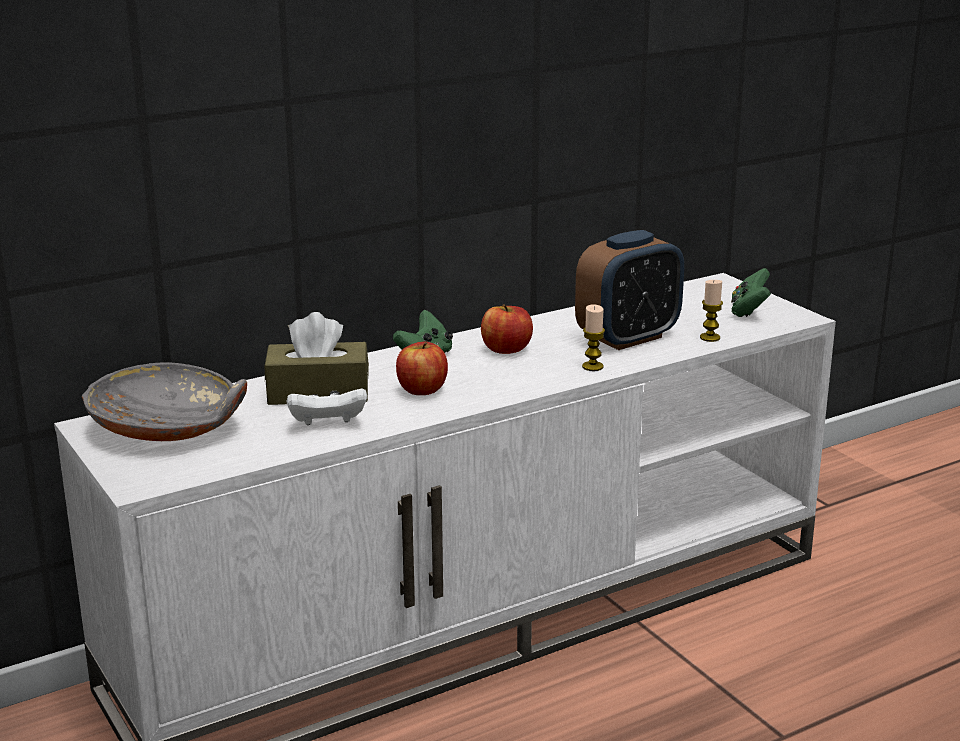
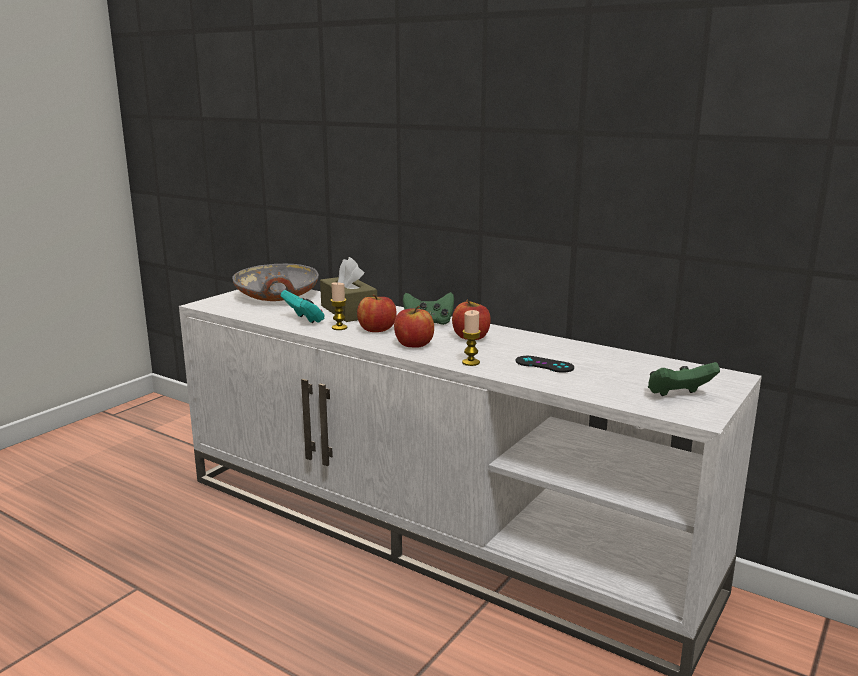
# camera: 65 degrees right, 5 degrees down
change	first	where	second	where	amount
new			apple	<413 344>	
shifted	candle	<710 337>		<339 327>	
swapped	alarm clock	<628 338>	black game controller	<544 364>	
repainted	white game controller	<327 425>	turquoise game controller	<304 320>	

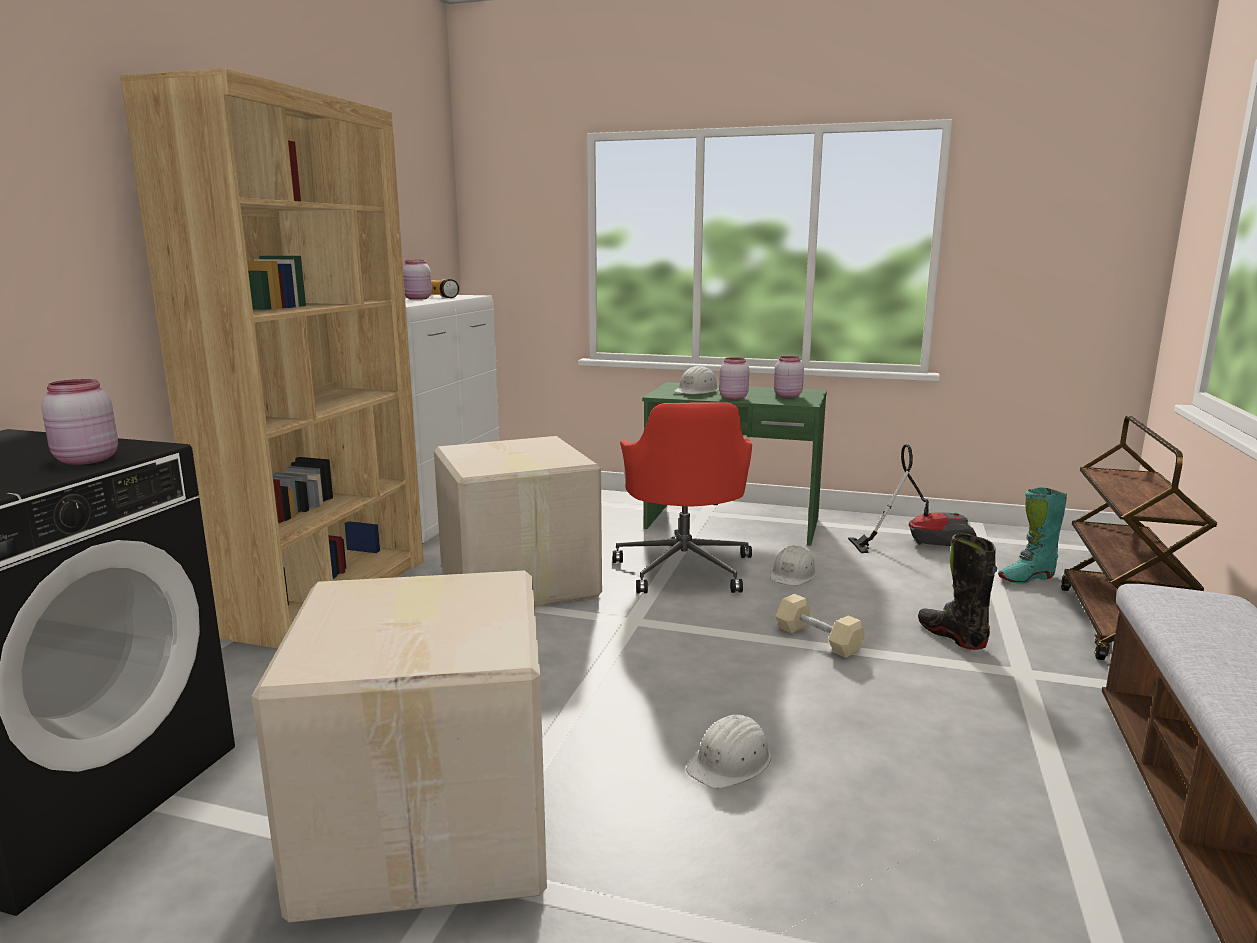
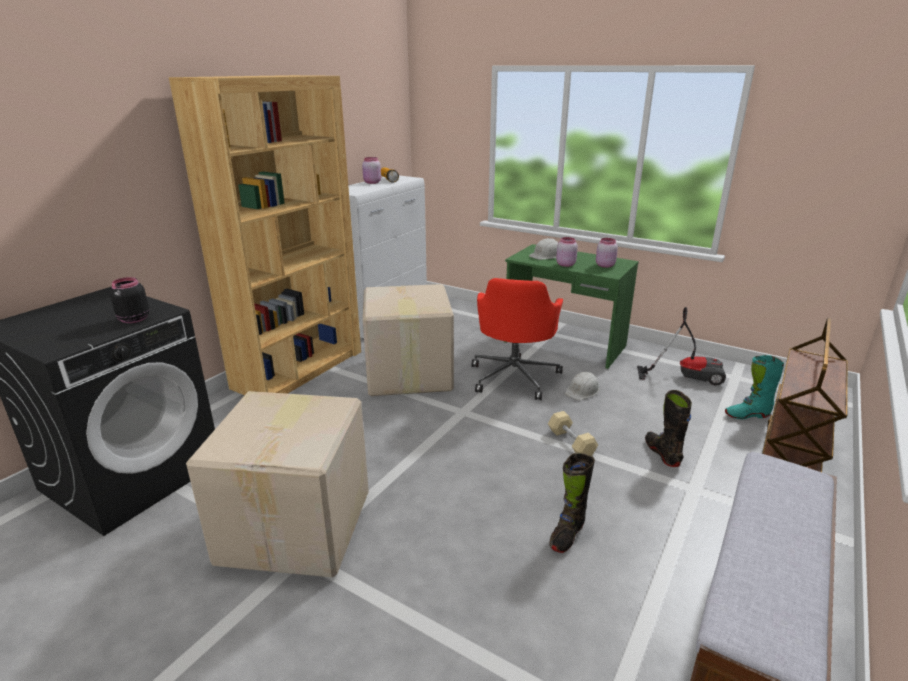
# camera: 15 degrees right, 10 degrees up
change	first	where	second	where	amount
gone	white hard hat	<731 762>			
new			black boot	<567 534>	
repainted	pink jar	<84 460>	black jar	<133 319>	

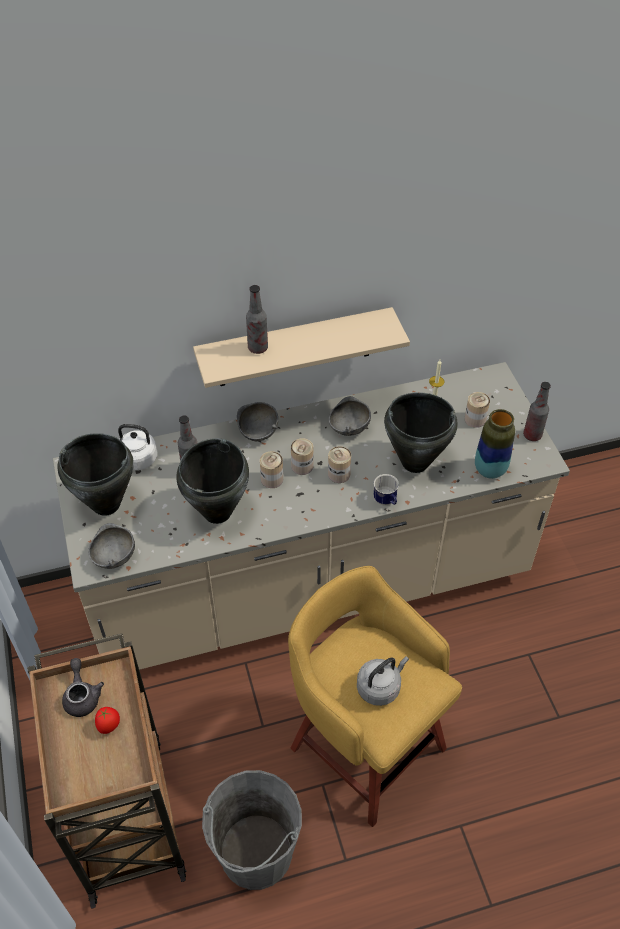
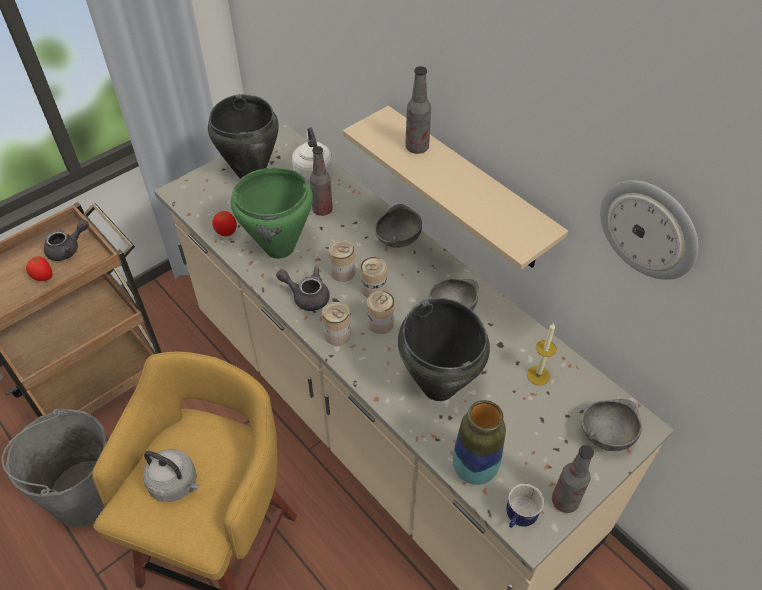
# camera: 65 degrees right, 0 degrees up
change	first	where	second	where	amount
new			tomato	<226 232>	
new			grey teapot	<306 296>	
new			wall clock	<649 228>	
shifted	grey bowl	<113 557>		<605 435>	
shifted	mug	<386 502>		<518 519>	
shifted	can	<475 419>		<337 334>	
repainted	black cooking pot	<218 512>	green cooking pot	<280 248>	

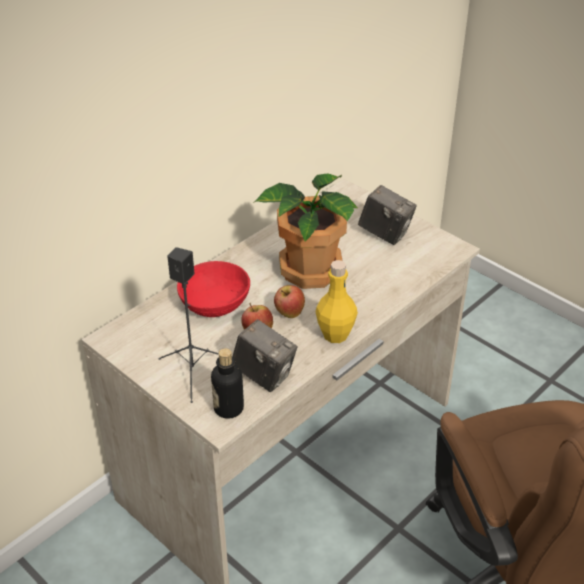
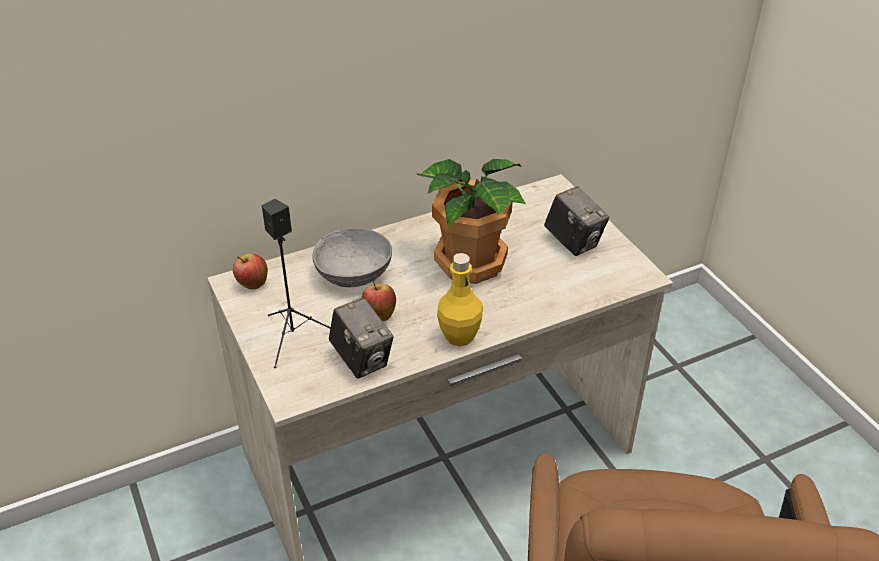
# camera: 20 degrees right, 0 degrees up
change	first	where	second	where	amount
gone	bottle	<228 408>			
shifted	apple	<289 313>		<252 284>	
repainted	red bowl	<216 303>	grey bowl	<355 274>	

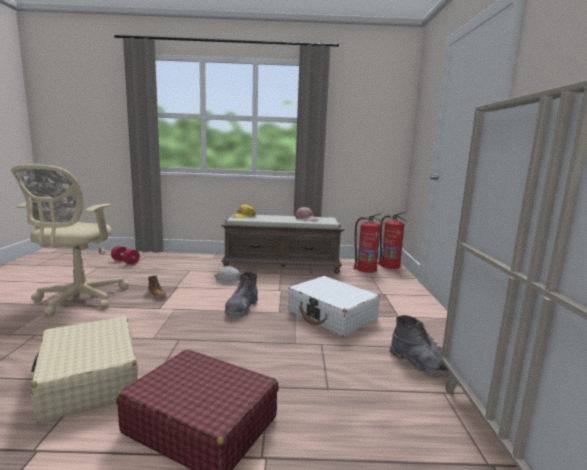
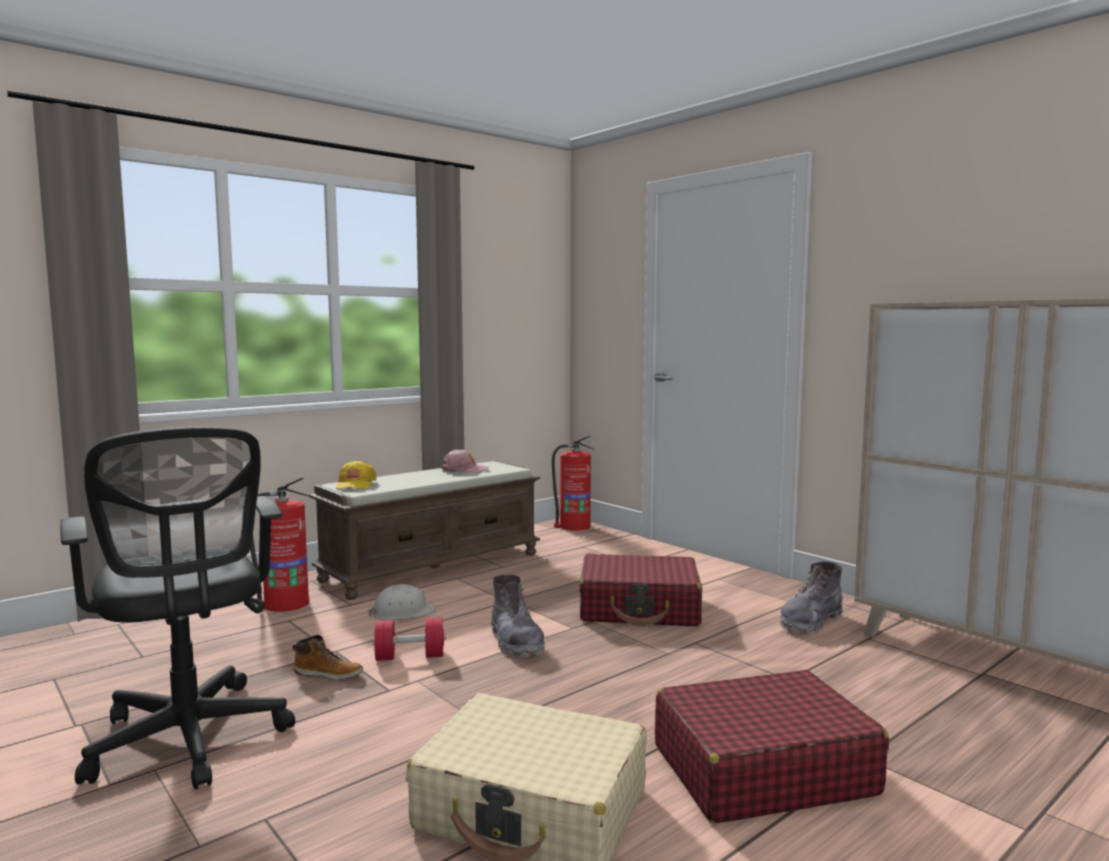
# camera: 40 degrees left, 5 degrees down
change	first	where	second	where	amount
shifted	red dumbbell	<125 262>		<410 657>	
shifted	fire extinguisher	<366 269>		<285 604>	
repainted	beige office chair	<78 300>	black office chair	<189 742>	
repainted	white suitcase	<332 316>	red suitcase	<639 608>	
rotated	grey boot	<421 364>		<810 622>	135 degrees clockwise

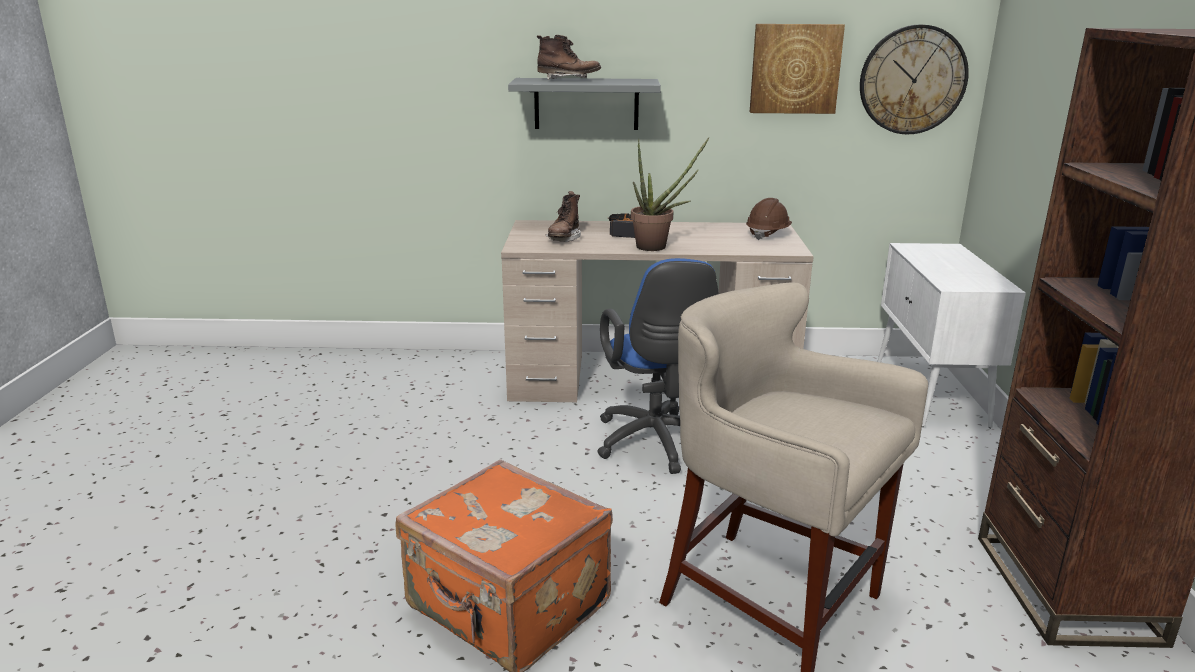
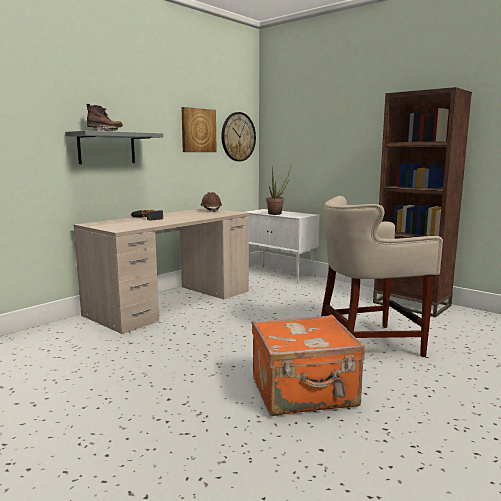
# camera: 50 degrees left, 10 degrees down
change	first	where	second	where	amount
gone	brown boot	<564 239>			
gone	blue office chair	<656 445>			
shifted	potted plant	<658 247>		<277 213>	

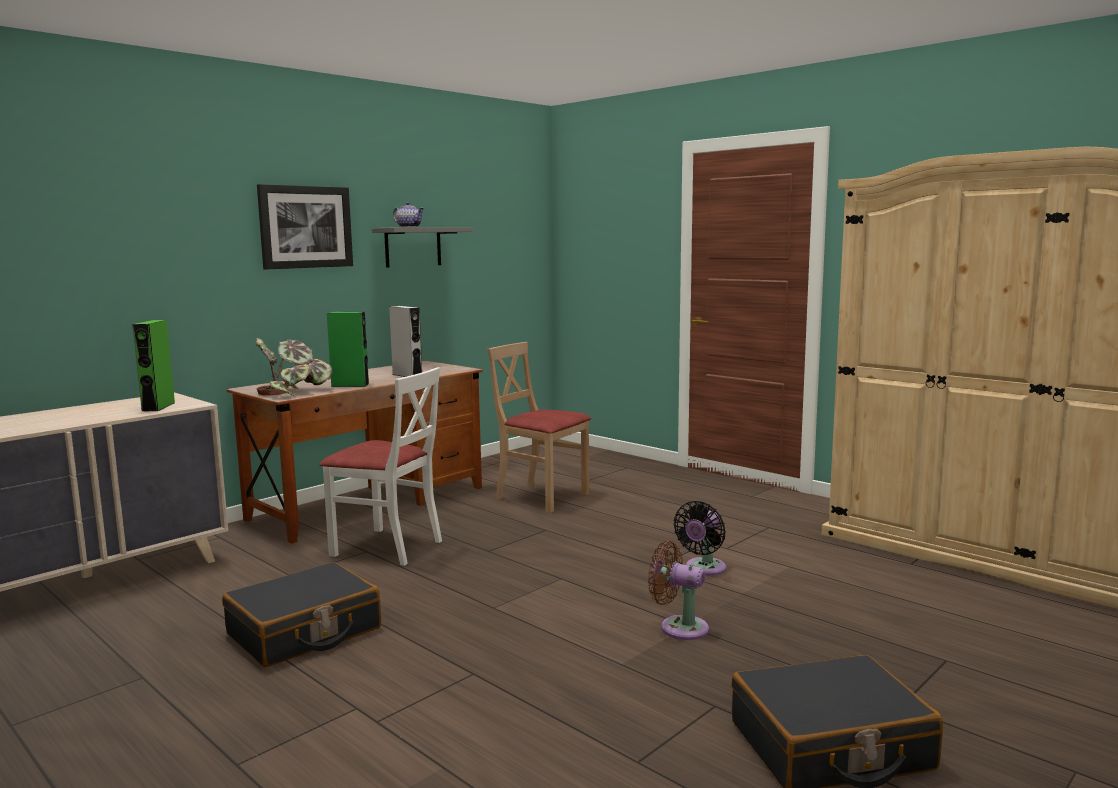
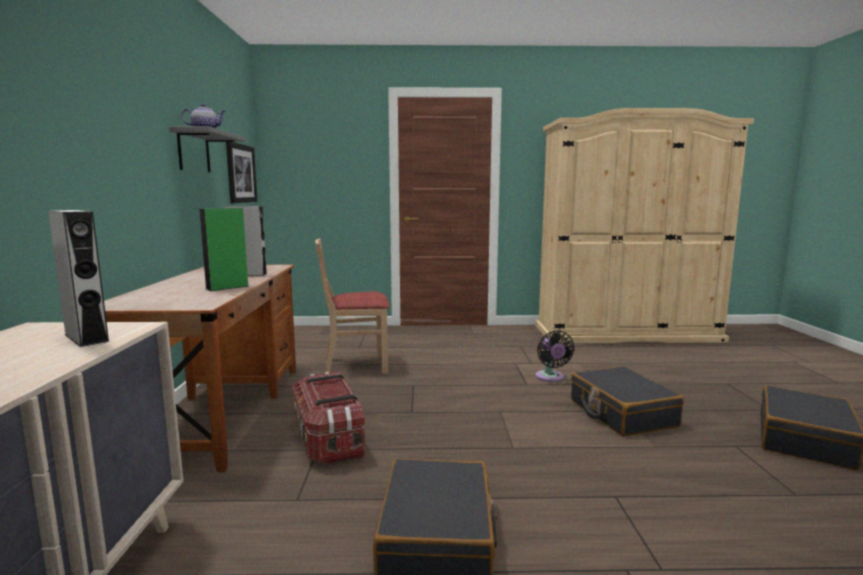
# camera: 45 degrees left, 0 degrees up
change	first	where	second	where	amount
gone	potted plant	<293 392>			
shifted	picture	<305 227>		<240 173>	
swapped	white chair	<387 547>	storage box	<328 439>	
swapped	brown fan	<679 627>	black suitcase	<621 413>	
repainted	green speaker	<158 407>	grey speaker	<86 338>	

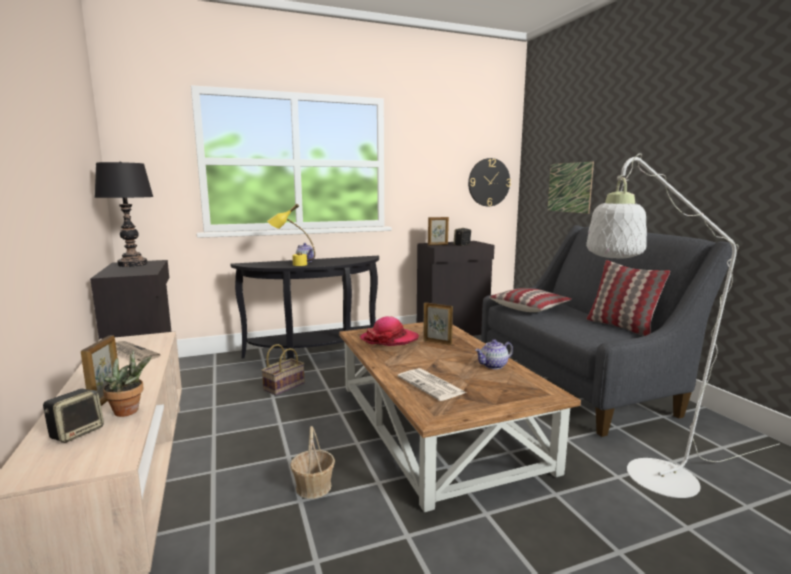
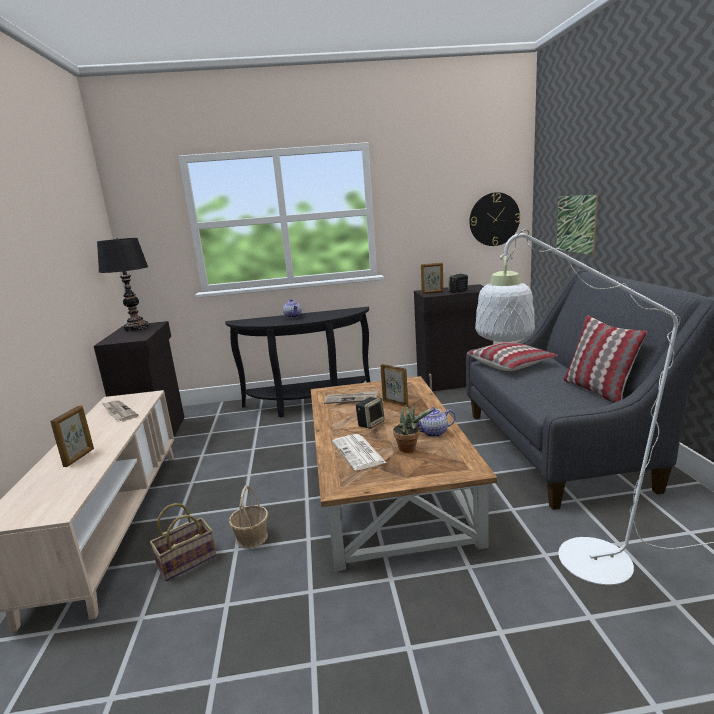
# camera: 15 degrees right, 5 degrees up
change	first	where	second	where	amount
gone	yellow table lamp	<292 264>			
shifted	speaker	<77 432>		<371 423>	
shifted	potted plant	<130 411>		<410 448>	
shifted	basket	<284 386>		<188 560>	
swapped	hat	<389 339>	newspaper	<351 399>	

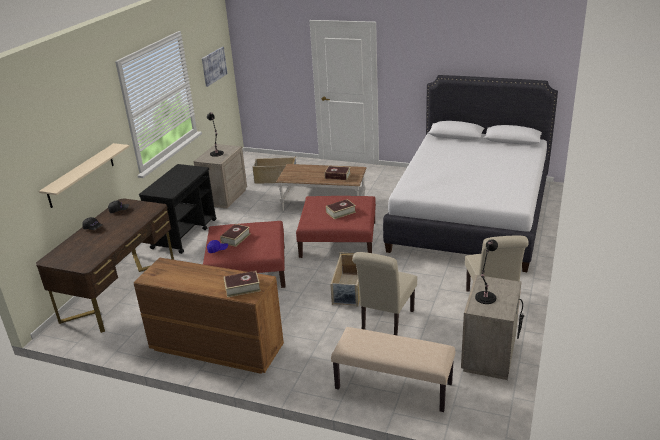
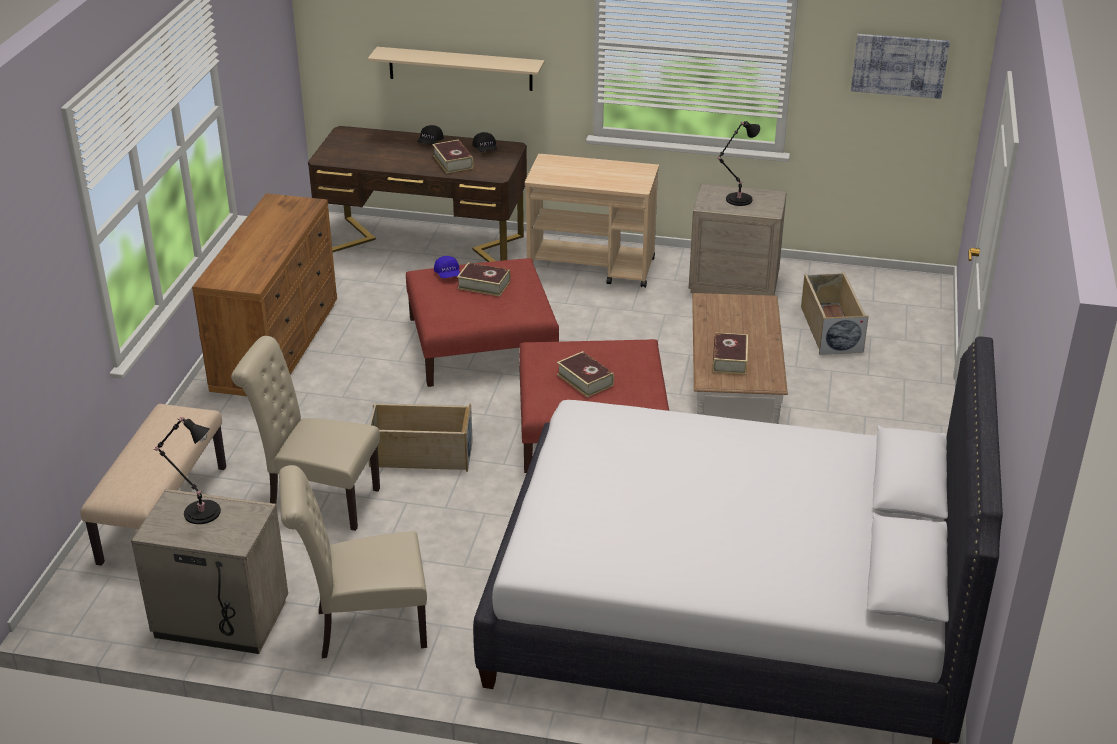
# camera: 80 degrees right, 5 degrees up
change	first	where	second	where	amount
shifted	book	<242 288>		<453 162>	
repainted	black cart	<185 233>	beige cart	<592 267>	

